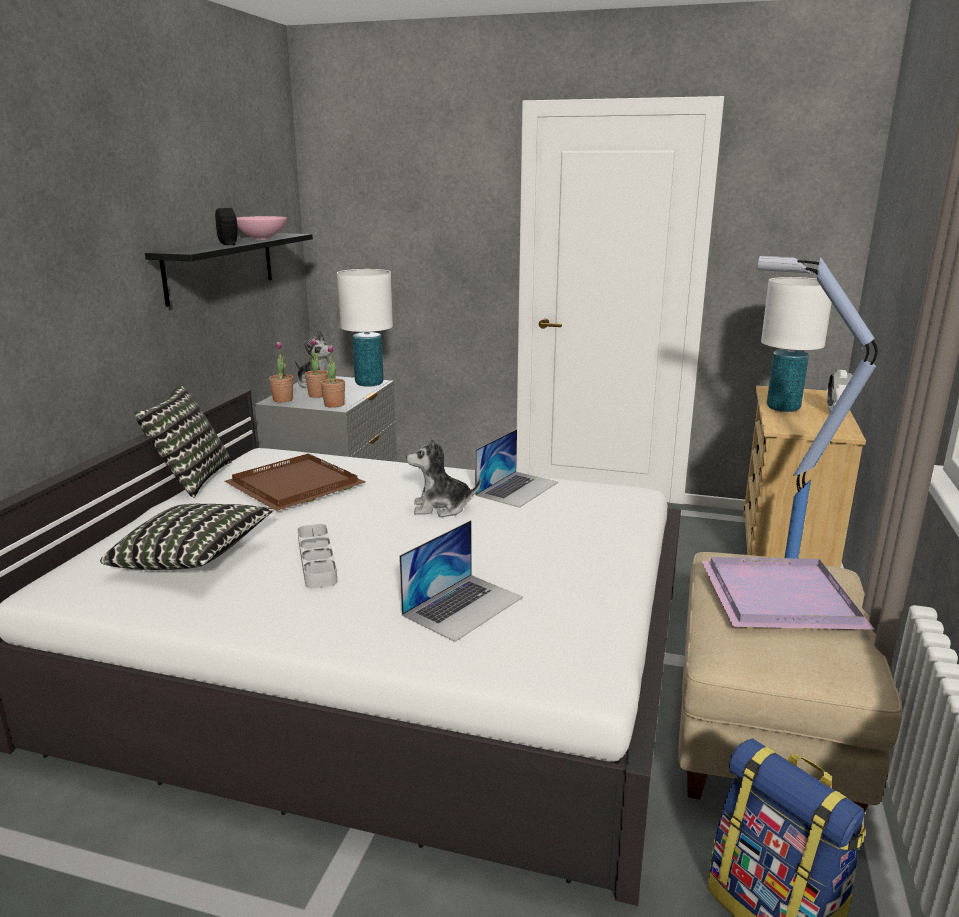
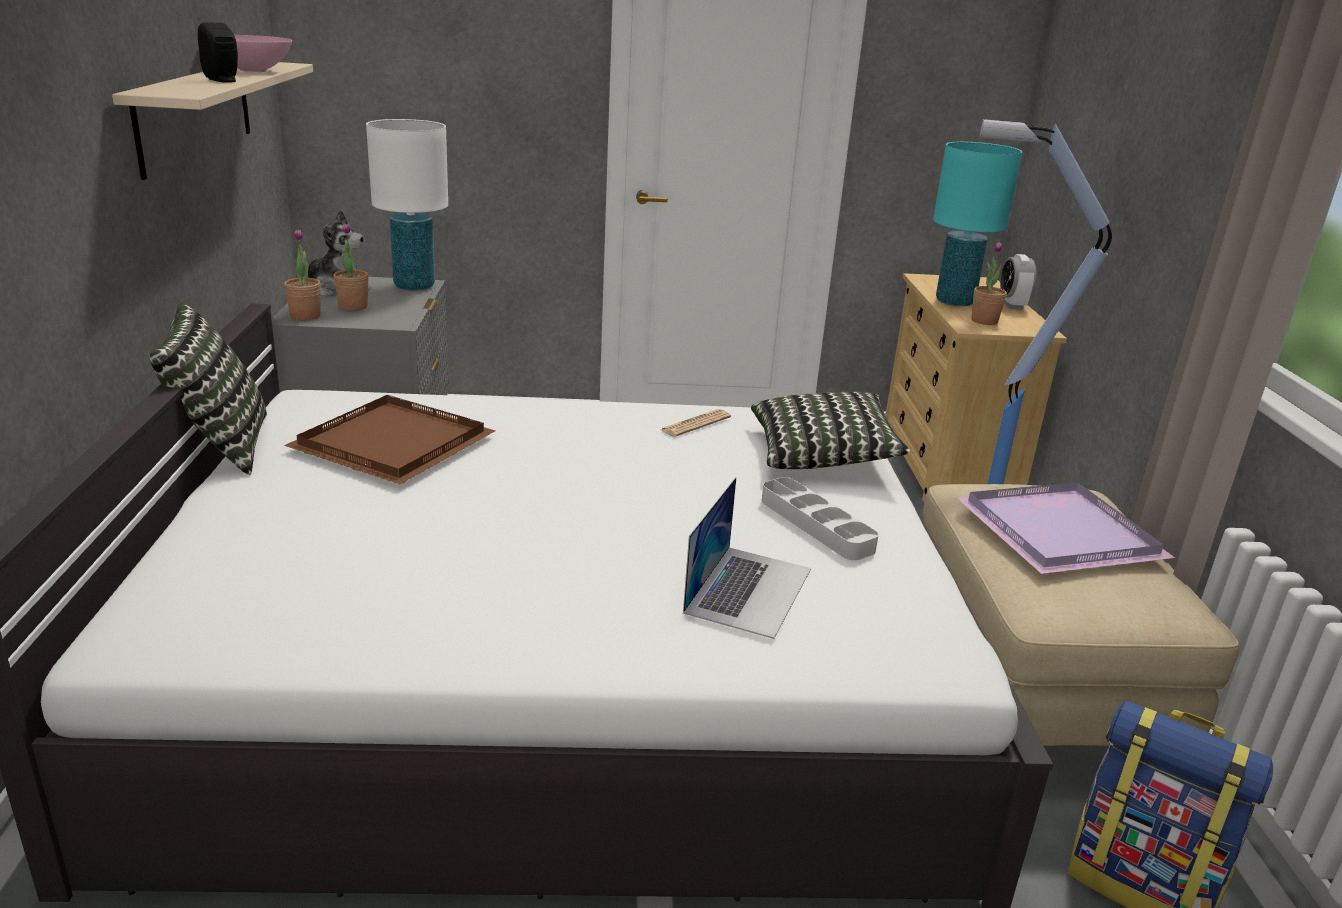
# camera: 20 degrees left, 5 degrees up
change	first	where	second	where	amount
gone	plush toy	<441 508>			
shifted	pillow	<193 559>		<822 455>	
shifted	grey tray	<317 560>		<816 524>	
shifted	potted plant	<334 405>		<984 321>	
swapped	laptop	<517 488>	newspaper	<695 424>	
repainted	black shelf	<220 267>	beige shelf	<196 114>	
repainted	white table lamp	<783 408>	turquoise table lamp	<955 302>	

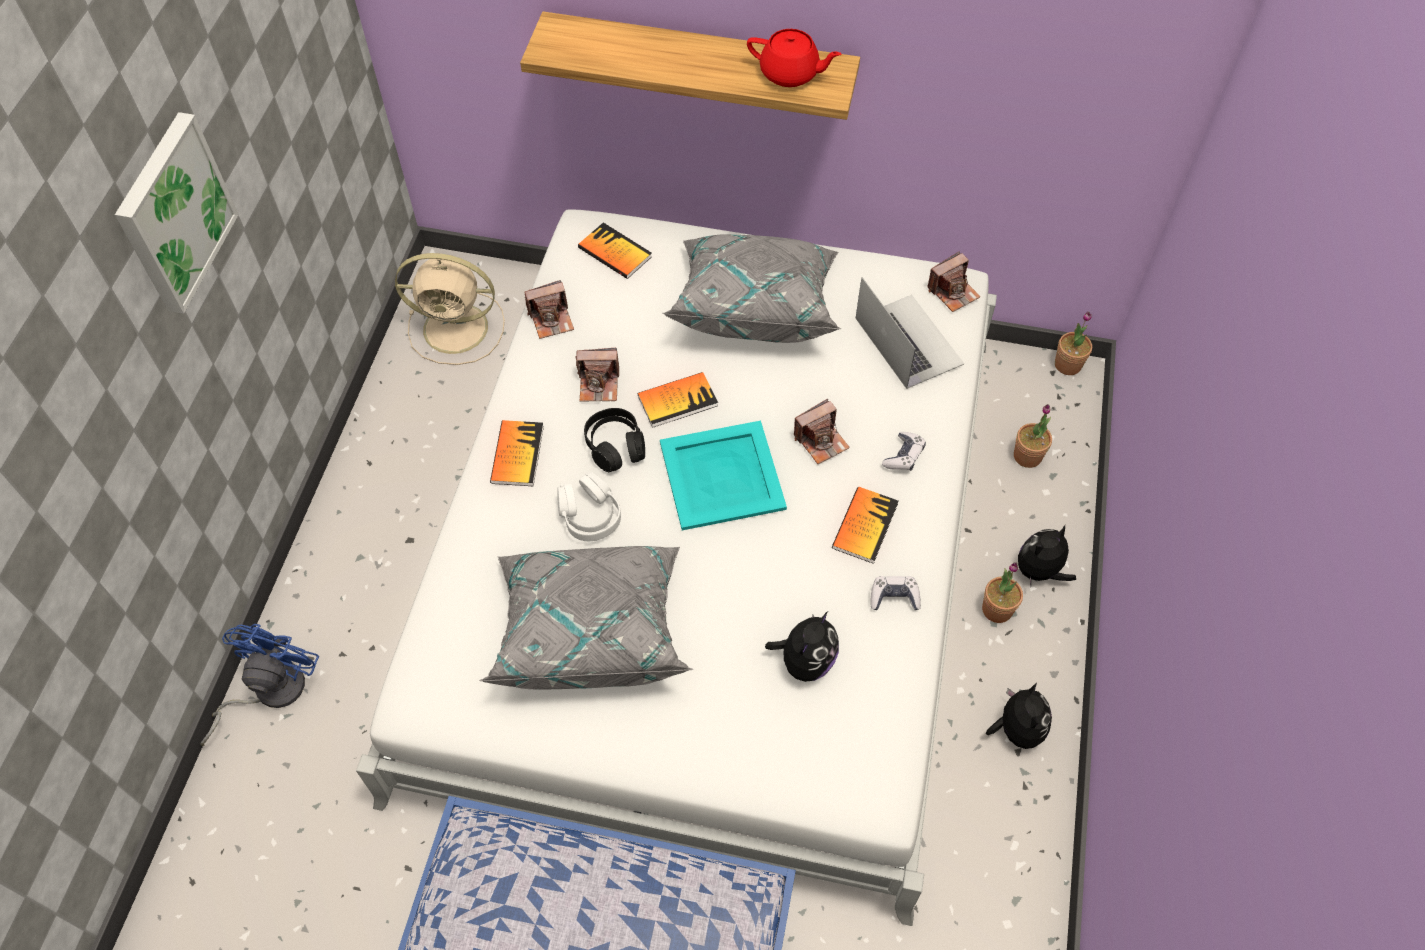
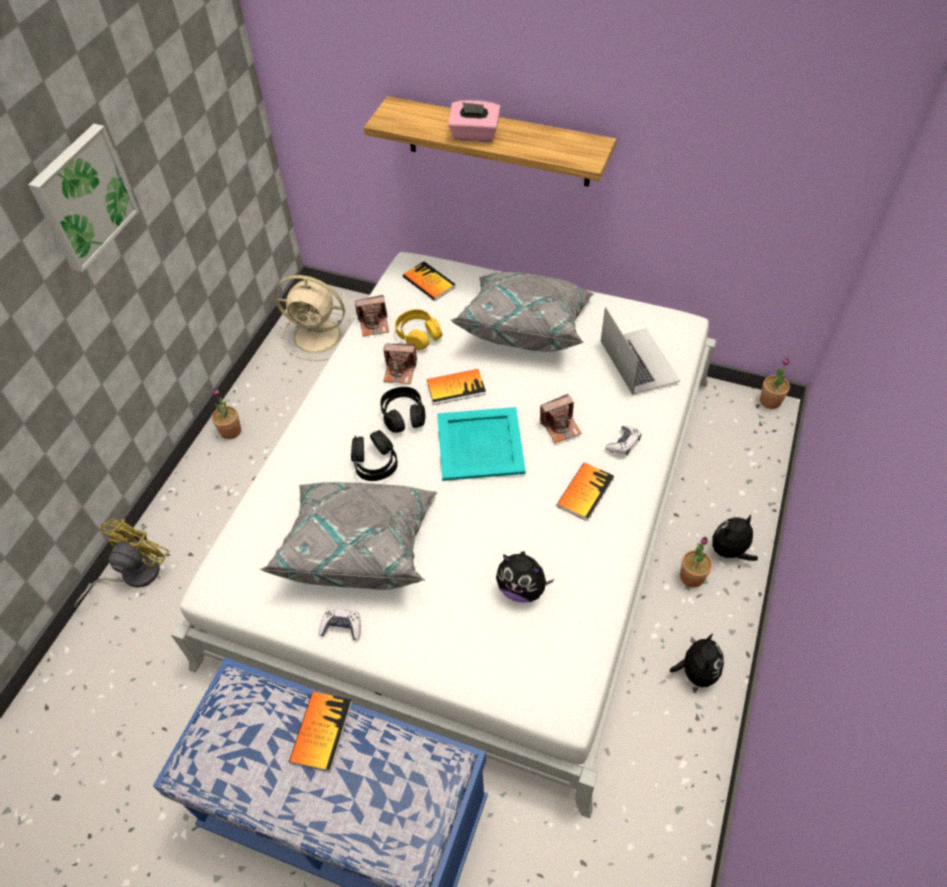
# camera: 10 degrees right, 5 degrees down
change	first	where	second	where	amount
gone	red teapot	<790 74>			
gone	photo camera	<953 292>			
new			yellow headphones	<418 335>	
new			pink tissue box	<474 135>	
shifted	book	<517 454>		<321 731>	
shifted	game controller	<894 597>		<342 627>	
shifted	potted plant	<1027 456>		<230 431>	
repainted	blue fan	<269 691>	yellow fan	<133 575>	
repainted	white headphones	<589 515>	black headphones	<375 462>	
rotated	plush toy	<805 661>		<522 588>	75 degrees clockwise

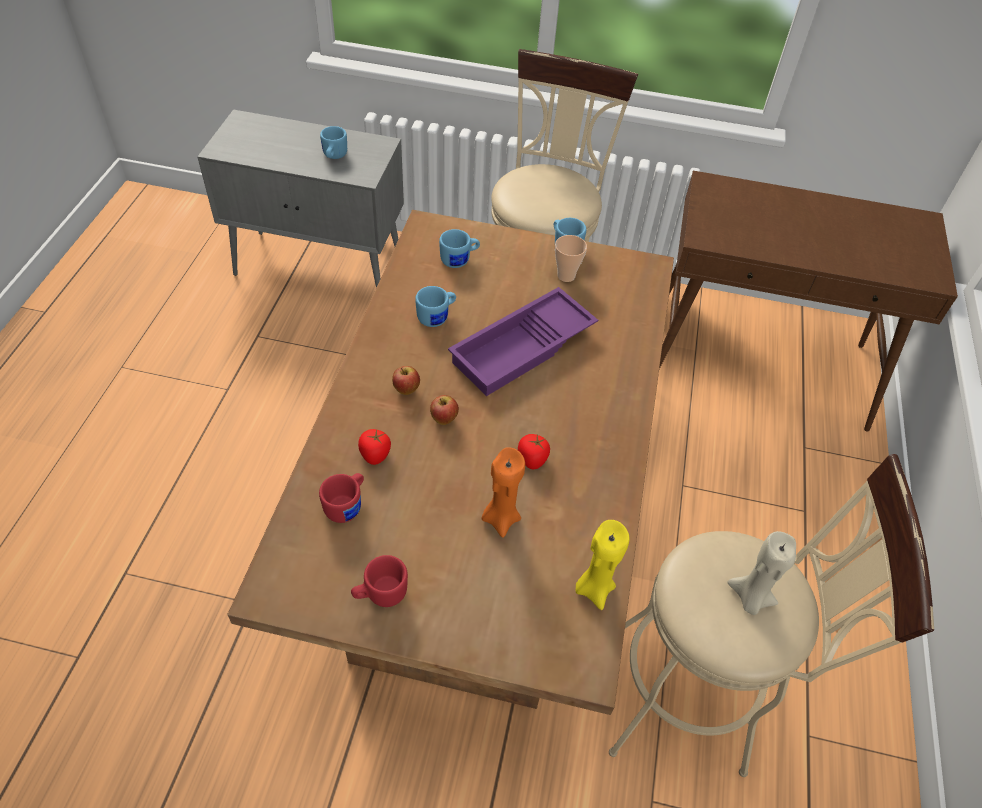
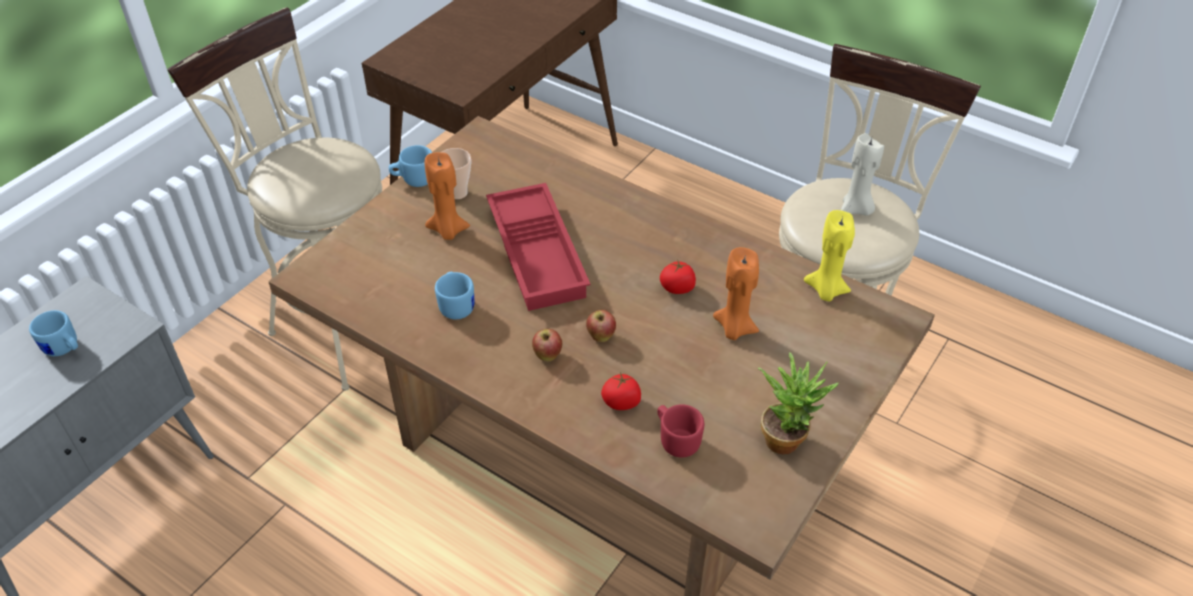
# camera: 65 degrees left, 5 degrees down
change	first	where	second	where	amount
gone	blue mug	<459 260>			
new			orange candle	<448 230>	
swapped	red mug	<380 593>	potted plant	<787 437>	
repainted	purple tray	<523 349>	red tray	<539 253>	

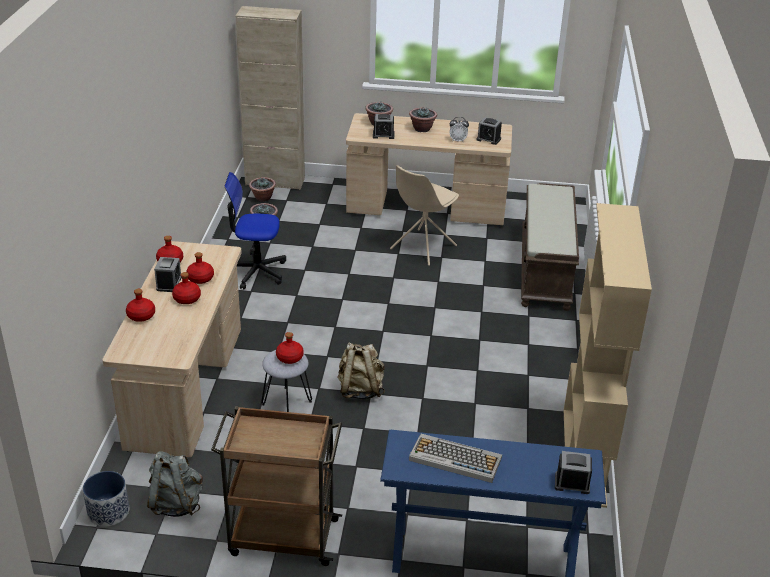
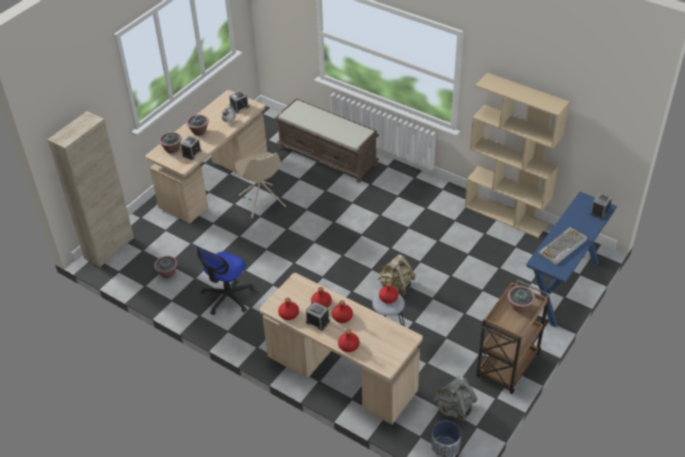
# camera: 60 degrees left, 10 degrees up
change	first	where	second	where	amount
shifted	potted plant	<263 198>		<519 307>	

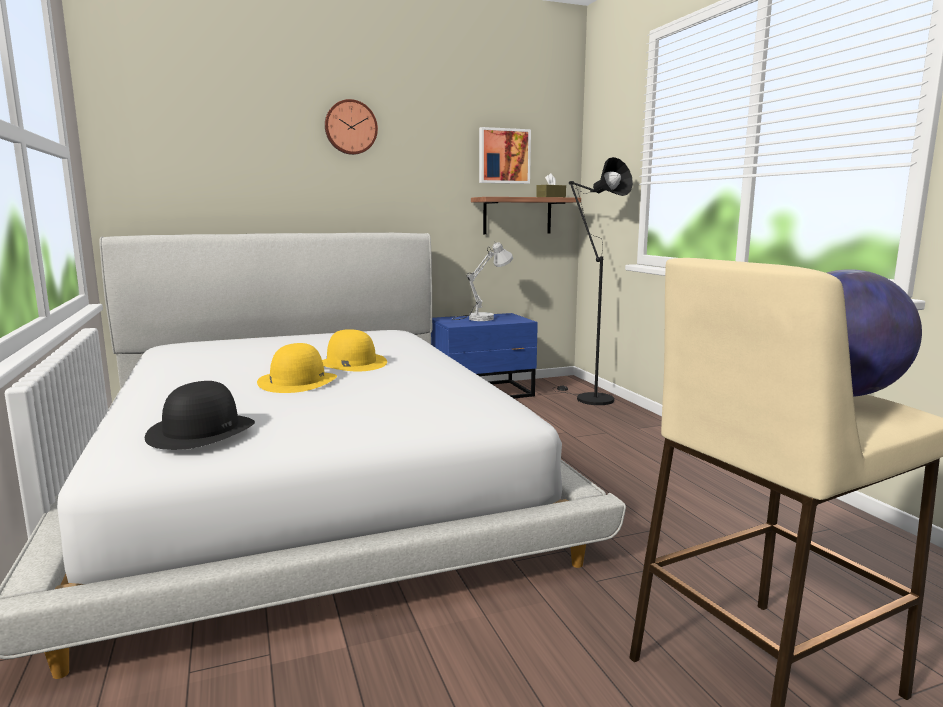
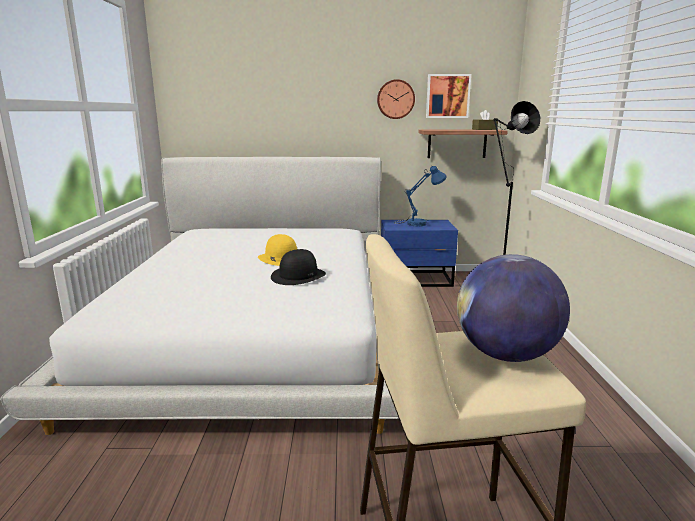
# camera: 20 degrees right, 5 degrees up
change	first	where	second	where	amount
gone	yellow hat	<297 381>			
shifted	black hat	<201 431>		<298 276>	
shifted	wall clock	<350 127>		<395 99>	
repainted	white table lamp	<480 318>	blue table lamp	<417 223>	

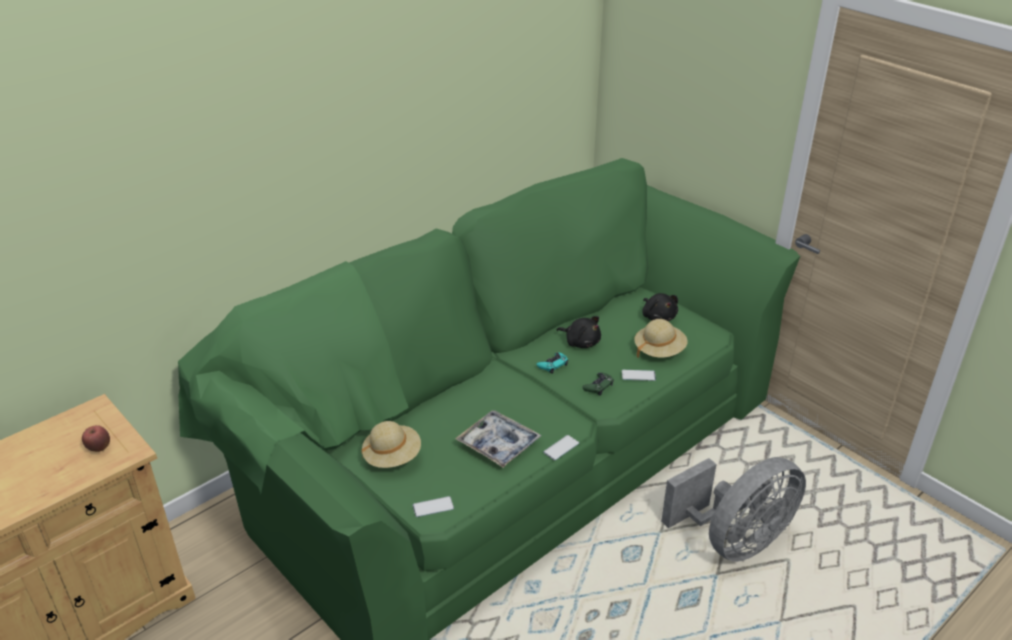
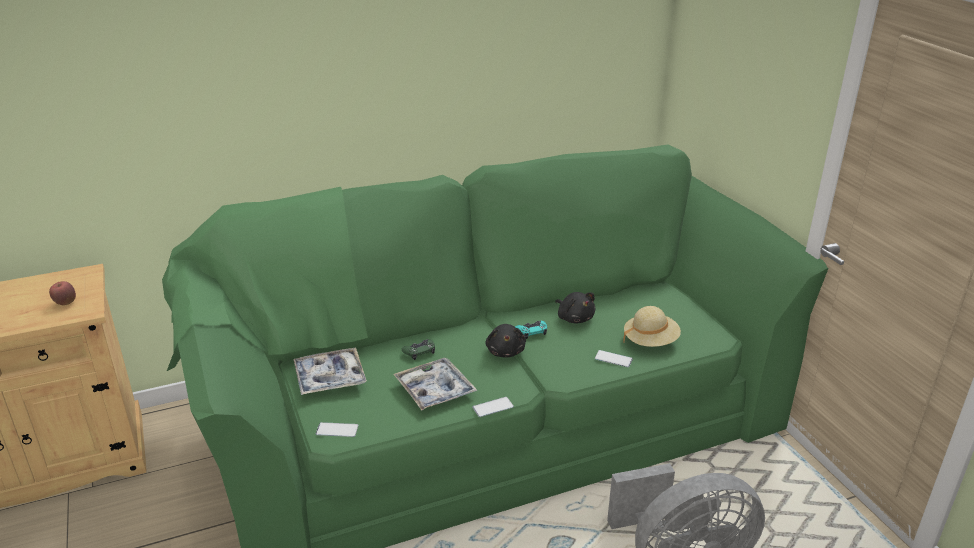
# camera: 20 degrees right, 5 degrees down
change	first	where	second	where	amount
shifted	green game controller	<598 386>		<419 351>	
shifted	black plush toy	<658 317>		<505 351>	
swapped	beige hat	<392 457>	tray	<330 378>	

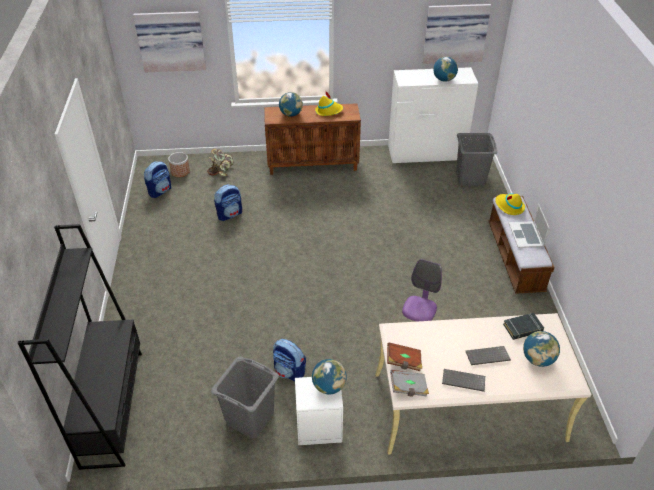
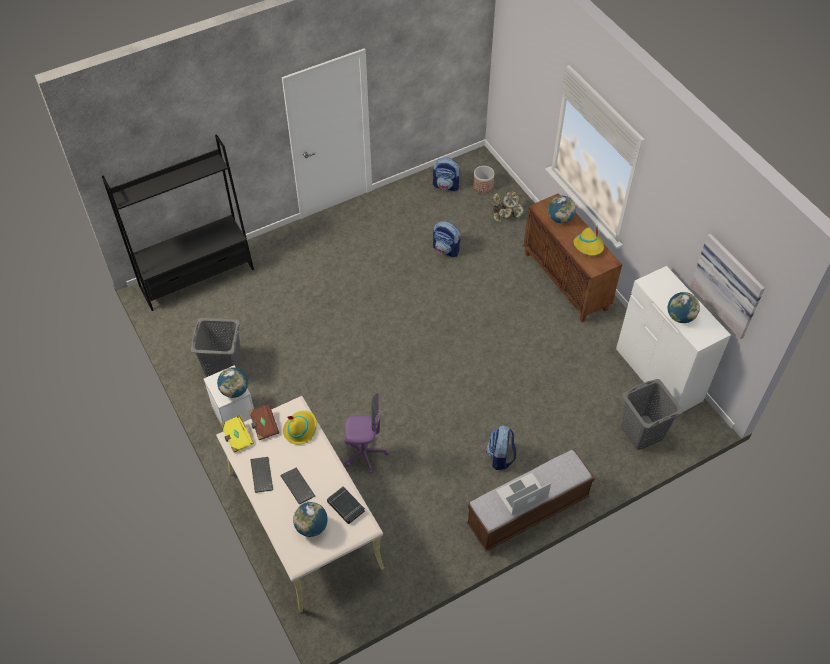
# camera: 65 degrees right, 10 degrees up
change	first	where	second	where	amount
gone	picture	<171 41>			
shifted	backpack	<290 371>		<500 457>	
shifted	yellow hat	<509 206>		<300 429>	
repainted	grey book	<408 388>	yellow book	<237 438>	

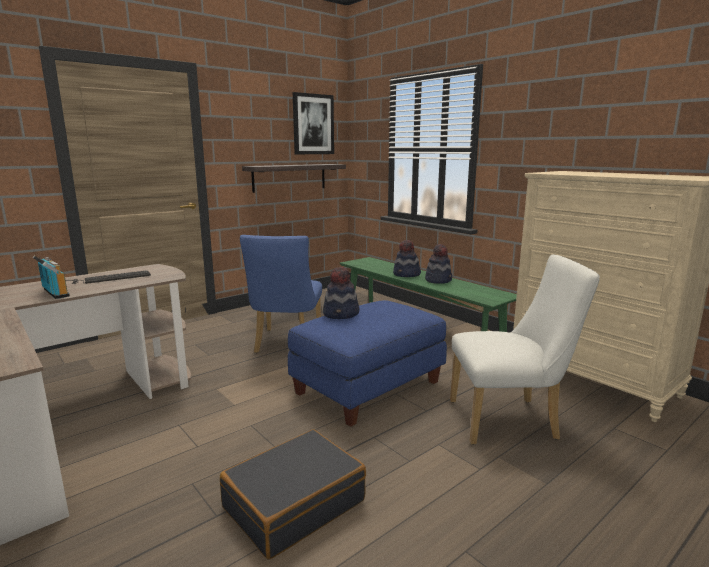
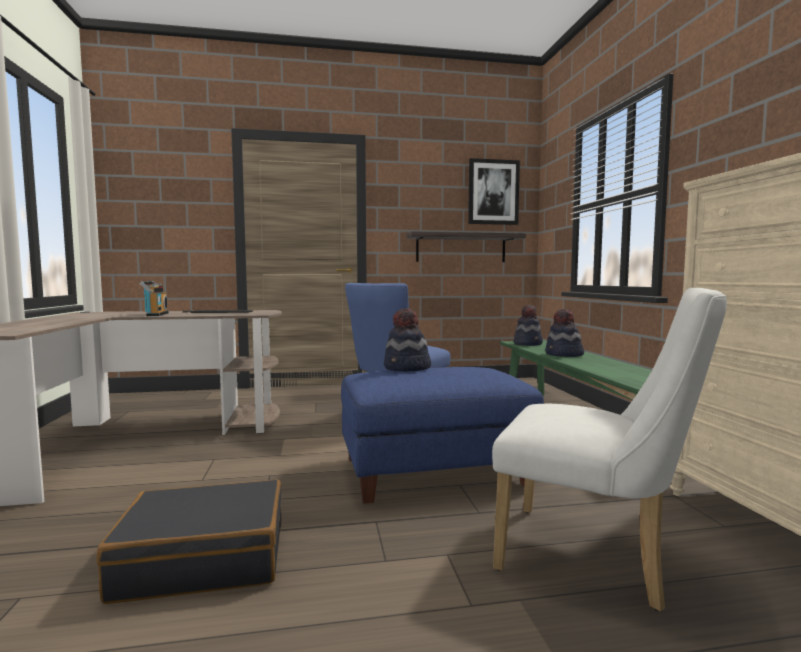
# camera: 30 degrees right, 10 degrees down
change	first	where	second	where	amount
shifted	hat	<438 280>		<528 344>	

